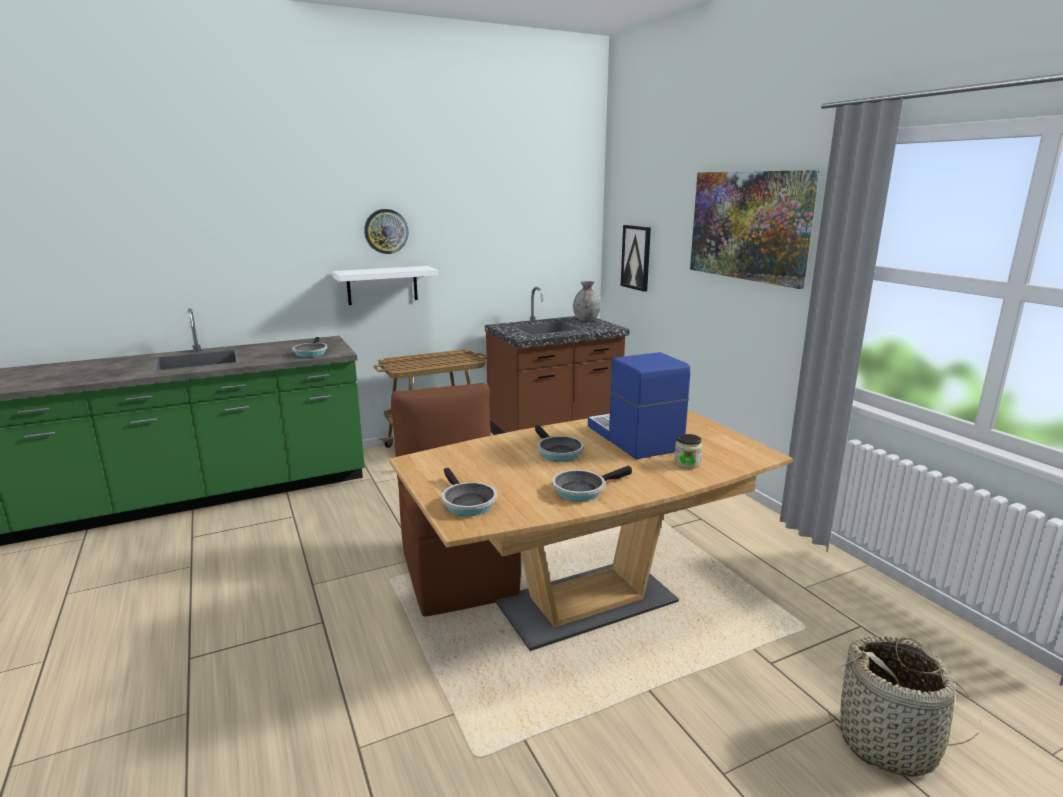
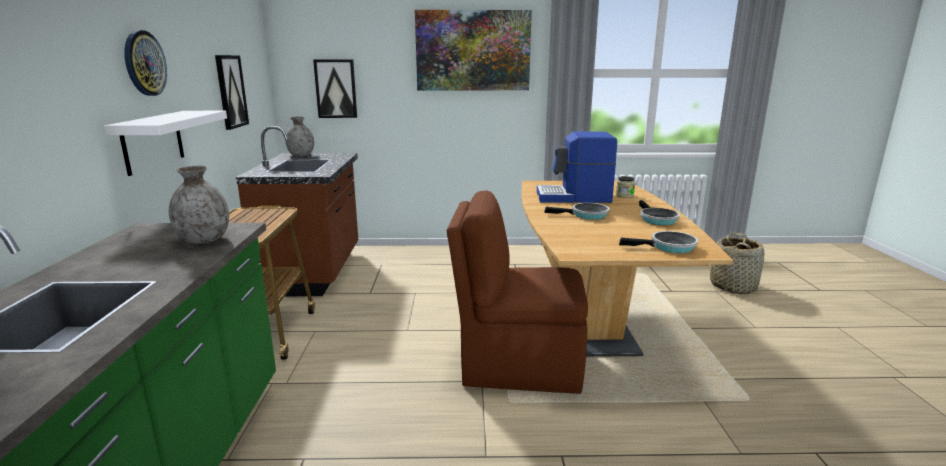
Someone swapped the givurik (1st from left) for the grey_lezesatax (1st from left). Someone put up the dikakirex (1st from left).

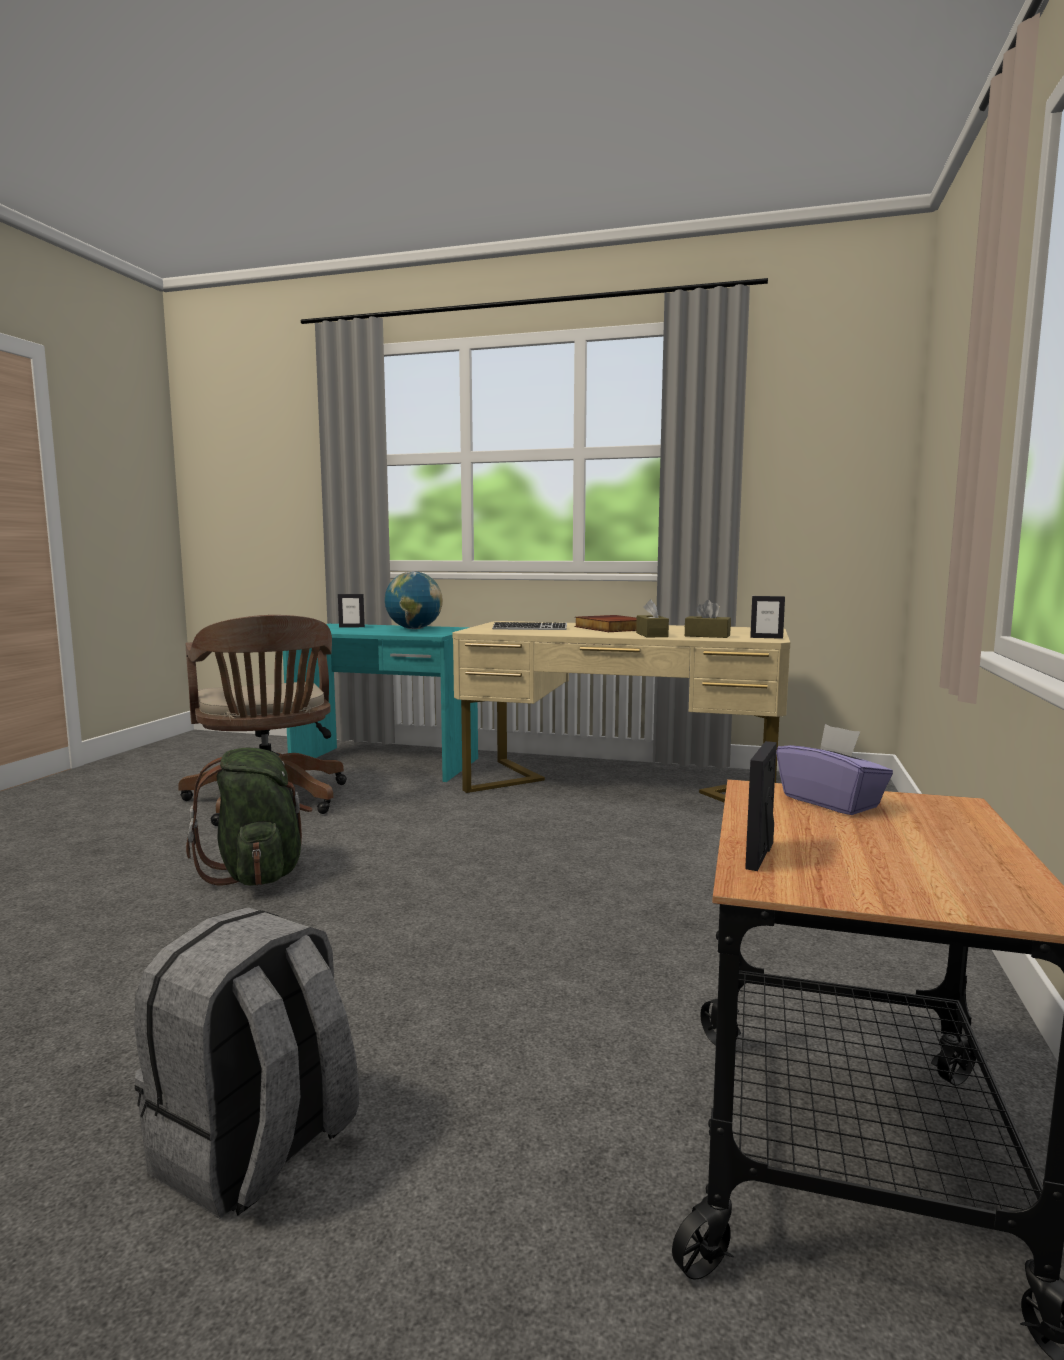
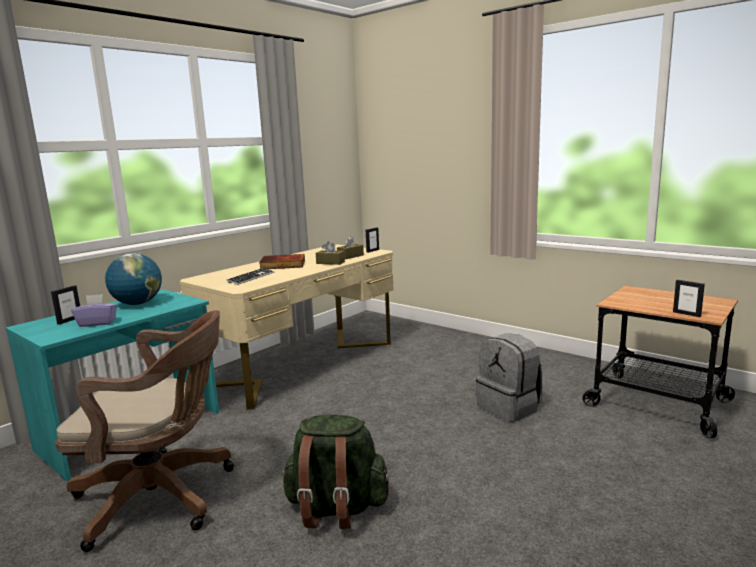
Someone carried the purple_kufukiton. Someone carried the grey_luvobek.

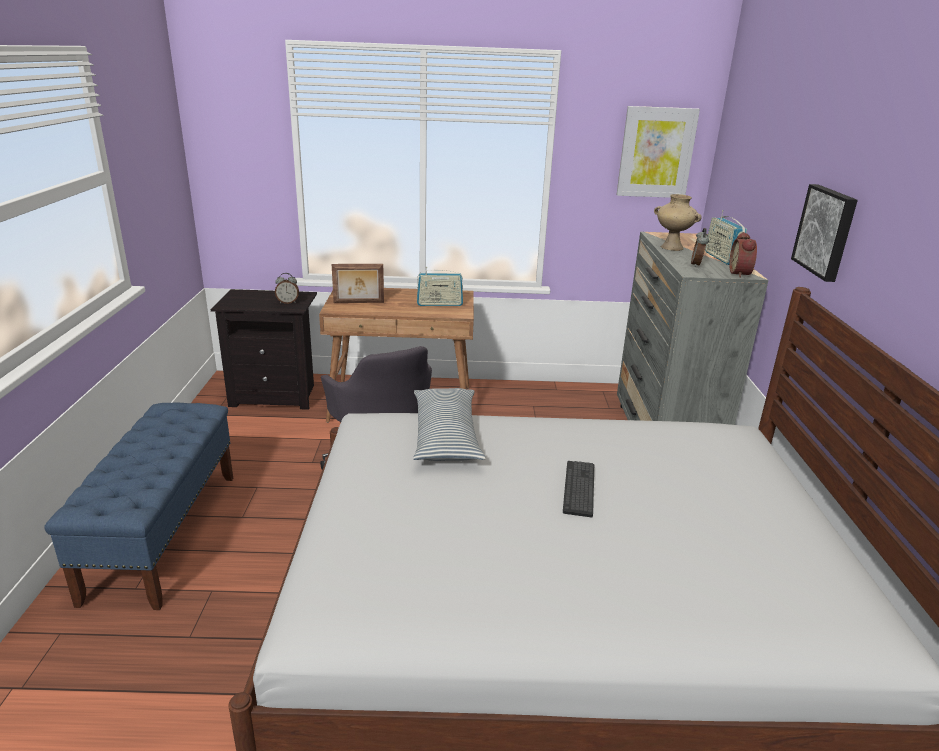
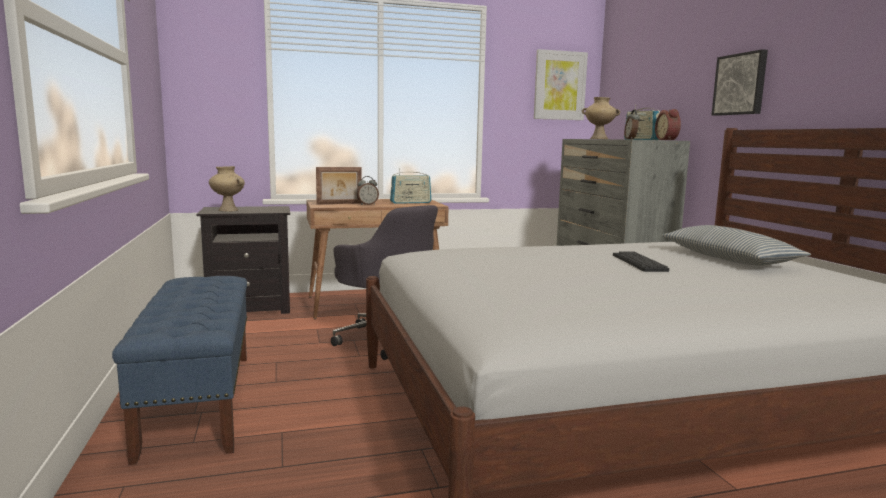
Someone put down the beige_lezesatax (1st from left). Someone carried the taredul (1st from left). Someone carried the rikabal.

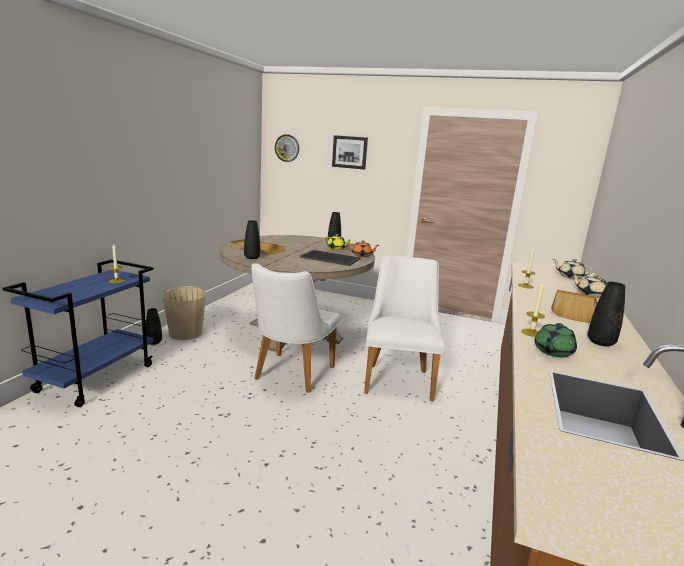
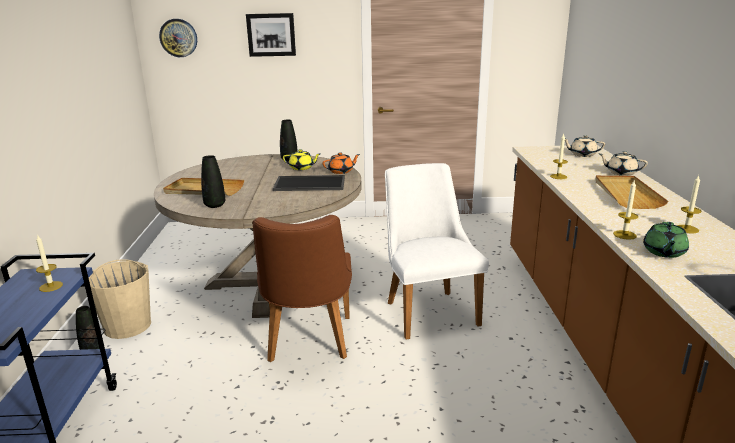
Someone repainted the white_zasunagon (1st from left), which became the brown_zasunagon. Someone swapped the black_lezesatax (4th from left) for the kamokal (4th from left).

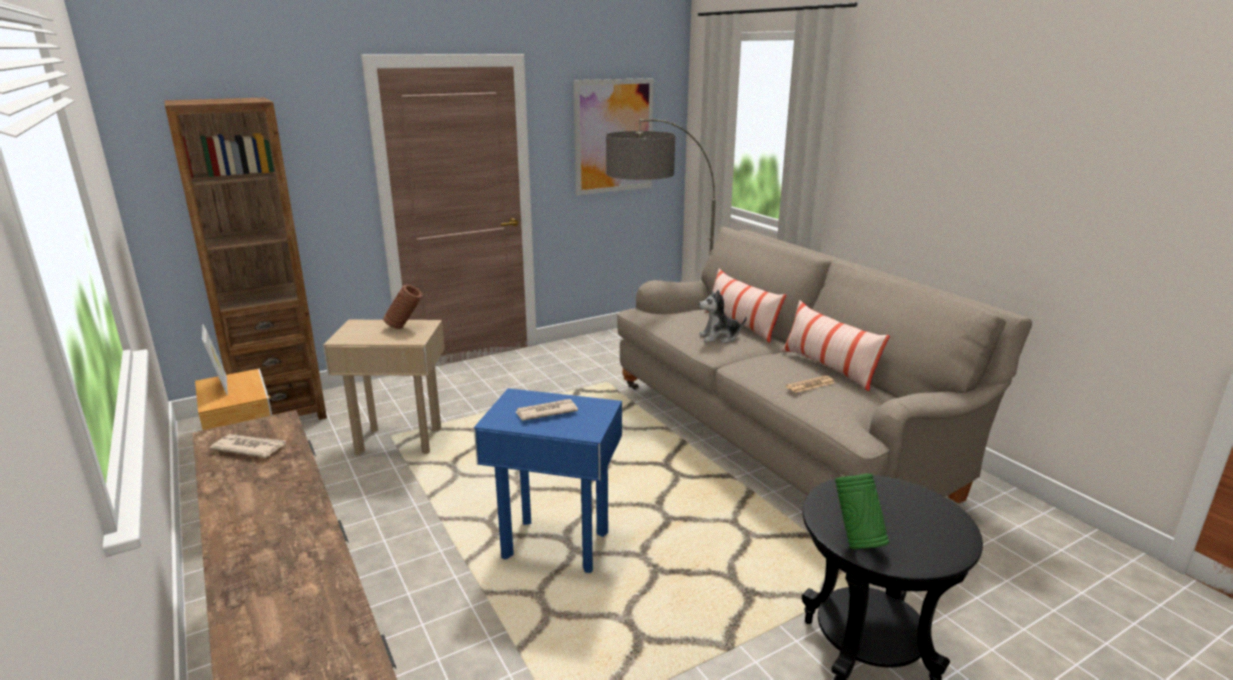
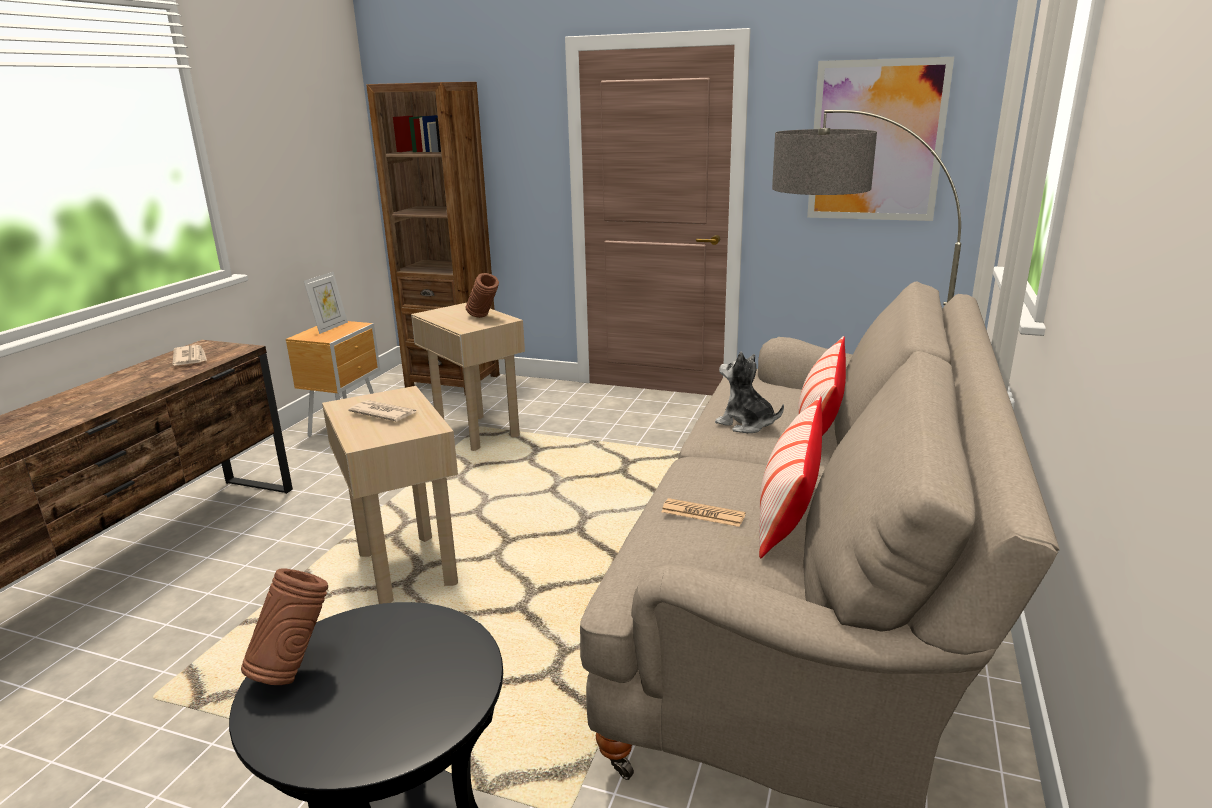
Someone repainted the green_lezesatax, which became the brown_lezesatax (1st from left). Someone repainted the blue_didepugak, which became the beige_didepugak (1st from left).

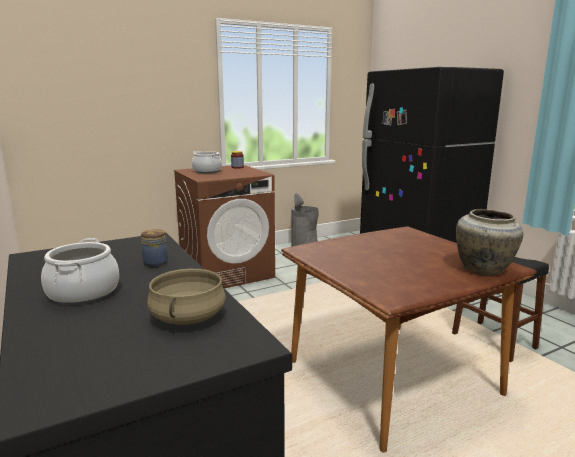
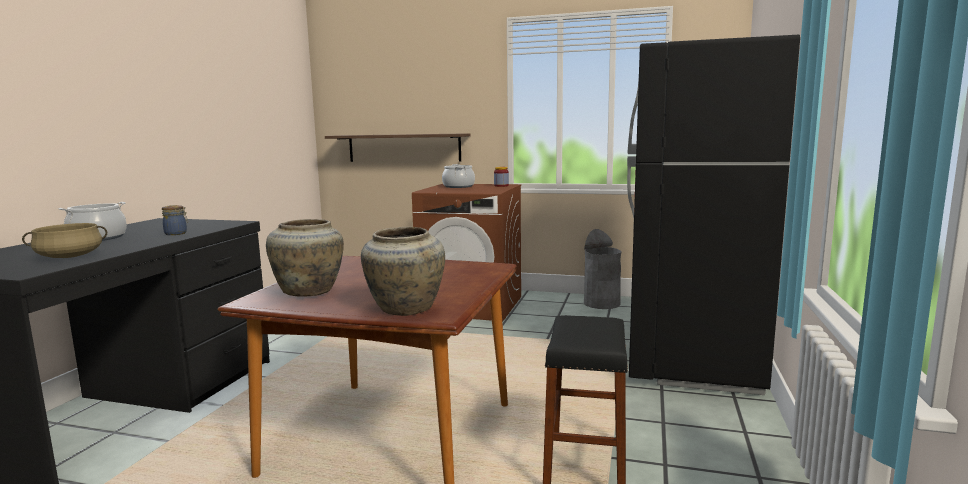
Someone put down the beige_lezesatax (1st from left). Someone put up the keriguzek.

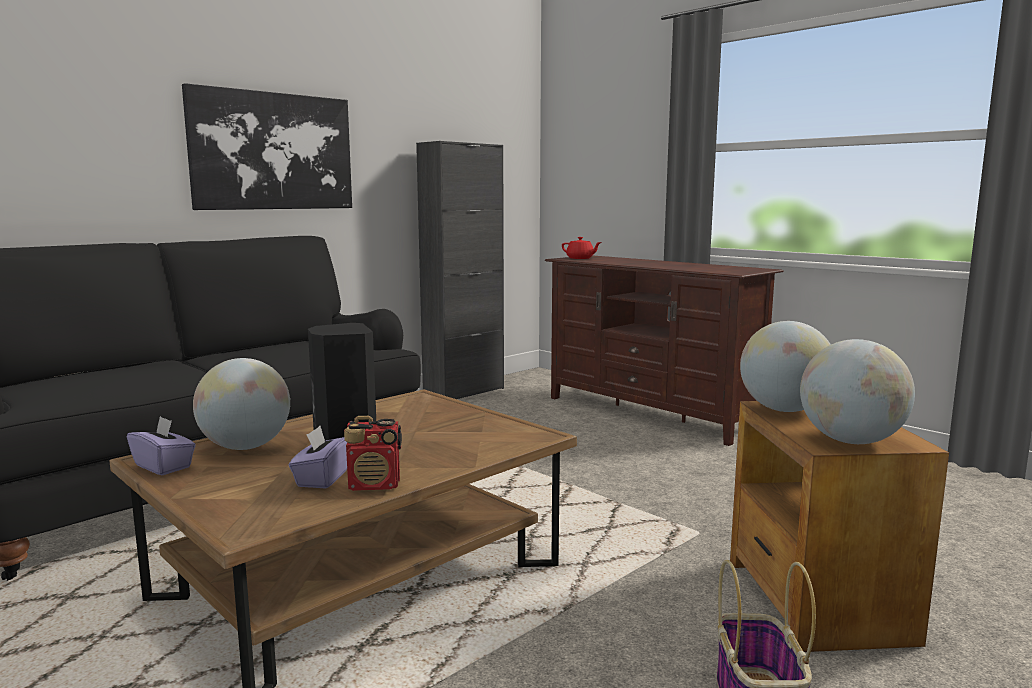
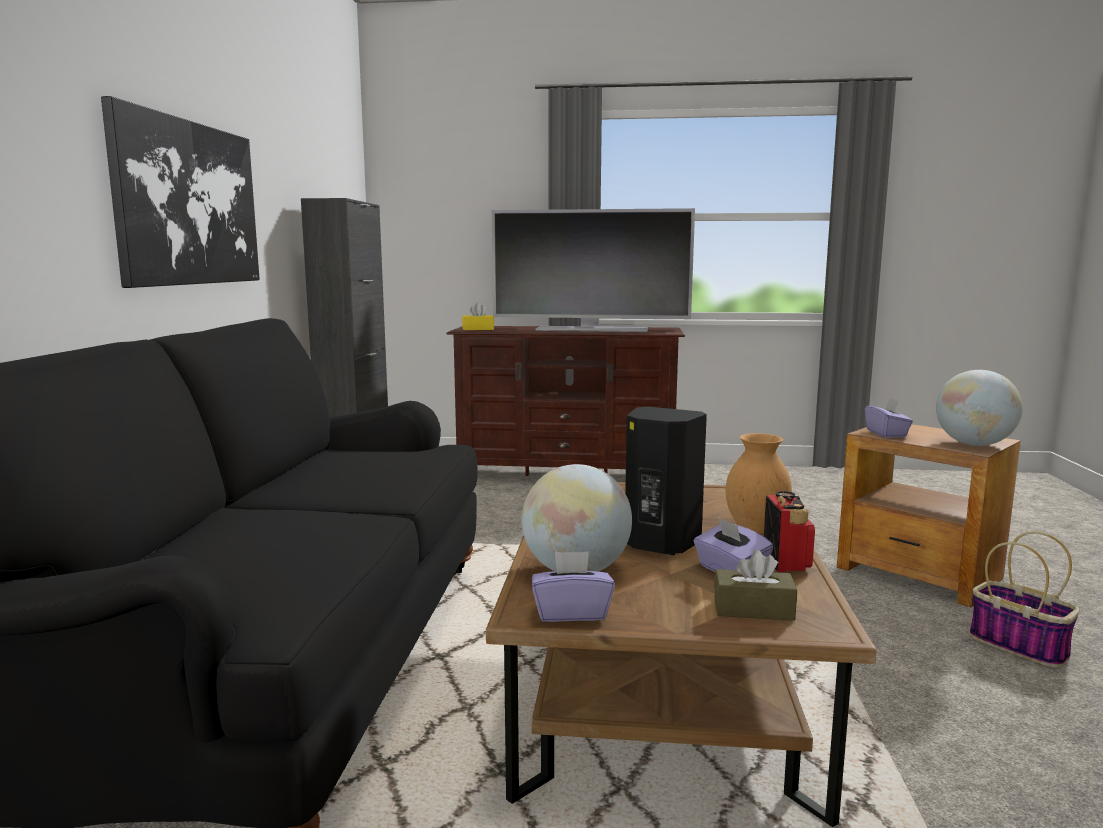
Someone swapped the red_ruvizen for the yellow_kufukiton. Someone put down the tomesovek. Someone put down the brown_kufukiton. Someone put down the brown_lezesatax. Someone rotated the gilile by 45 degrees counterclockwise. Someone swapped the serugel (2nd from left) for the purple_kufukiton (3rd from left).

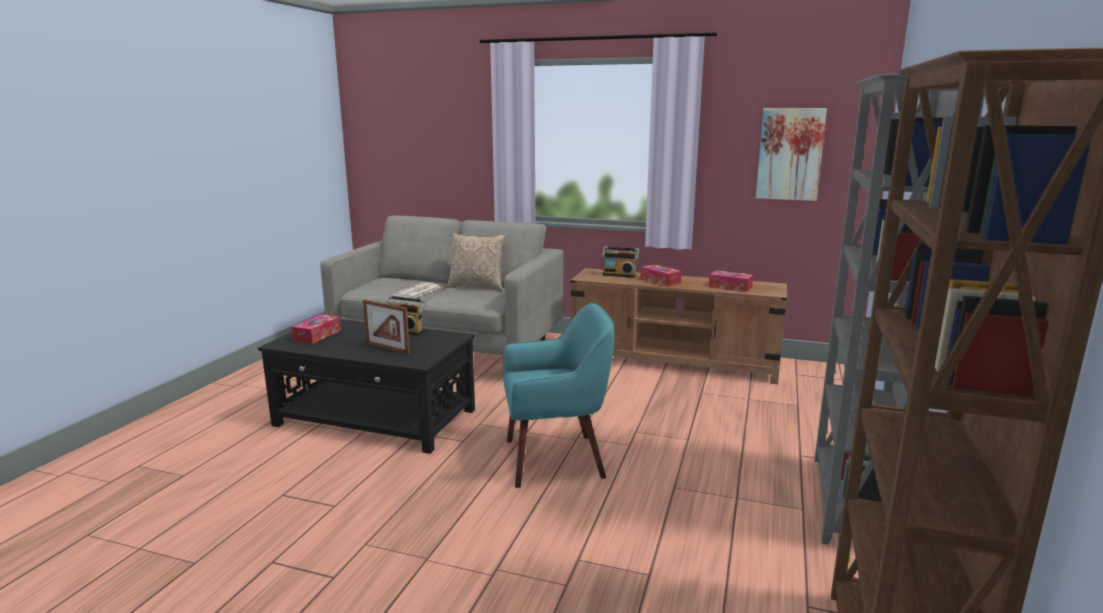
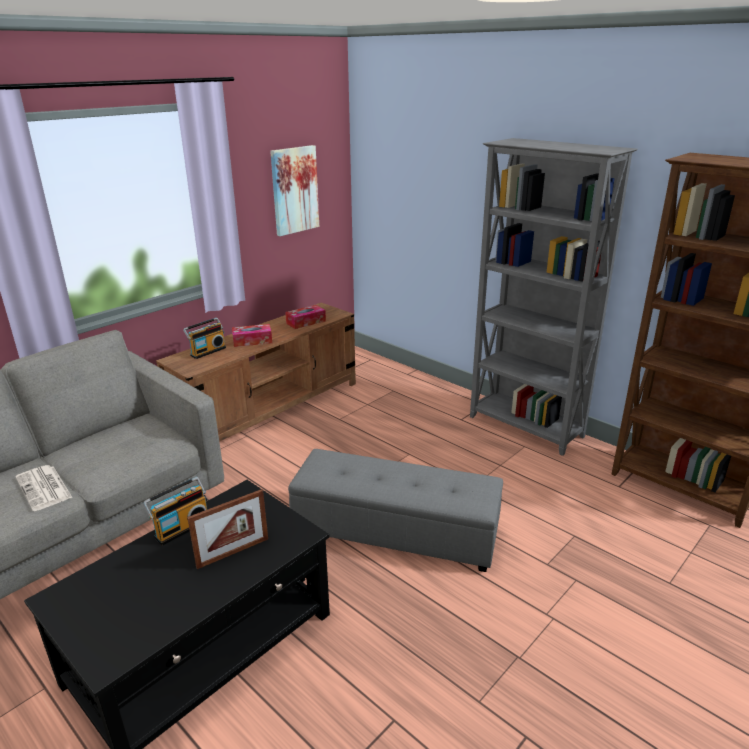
Someone swapped the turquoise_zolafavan for the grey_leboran. Someone took away the kufukiton (1st from left). Someone took away the rikabal.

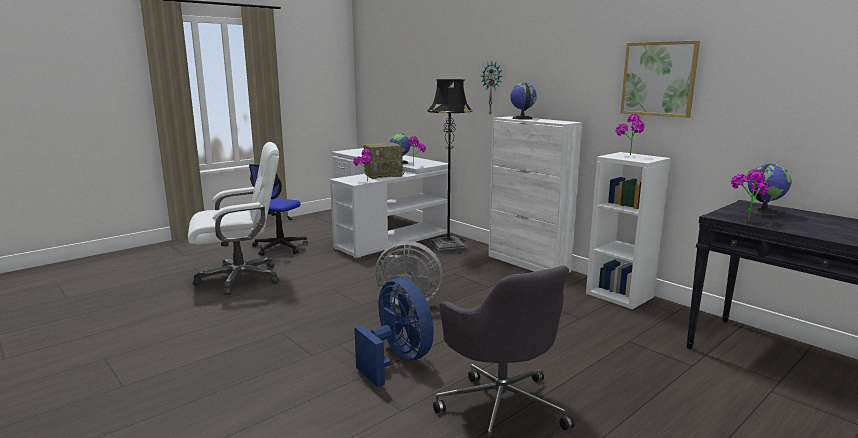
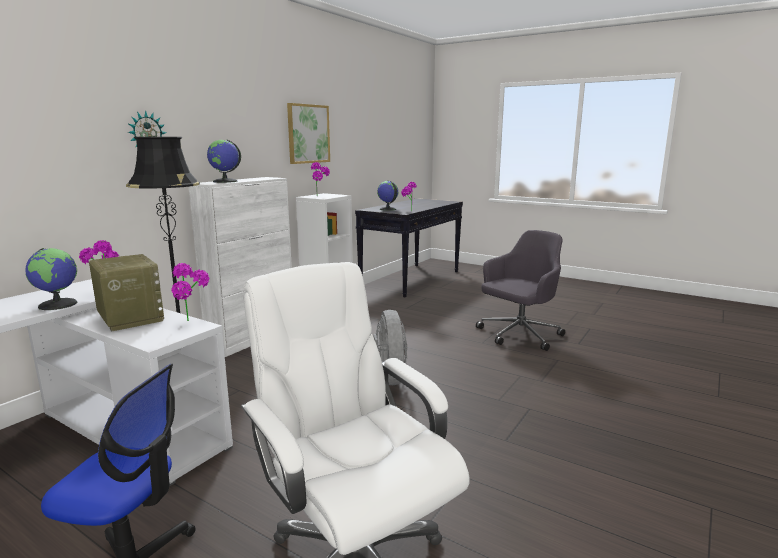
Someone took away the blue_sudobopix.

